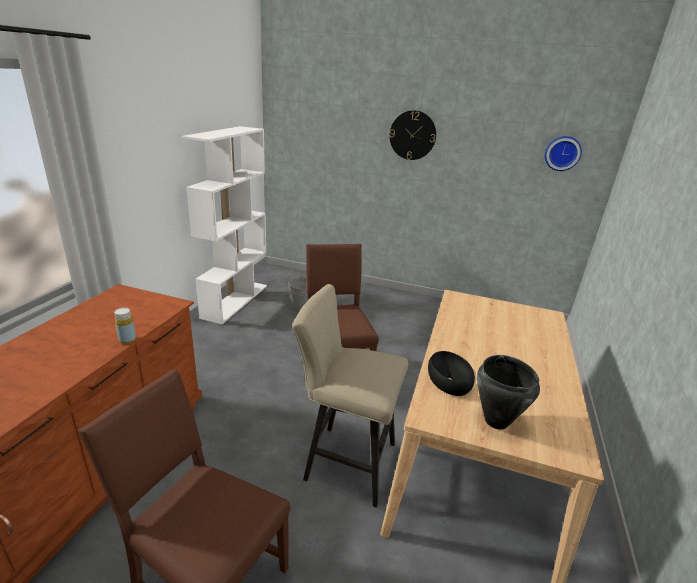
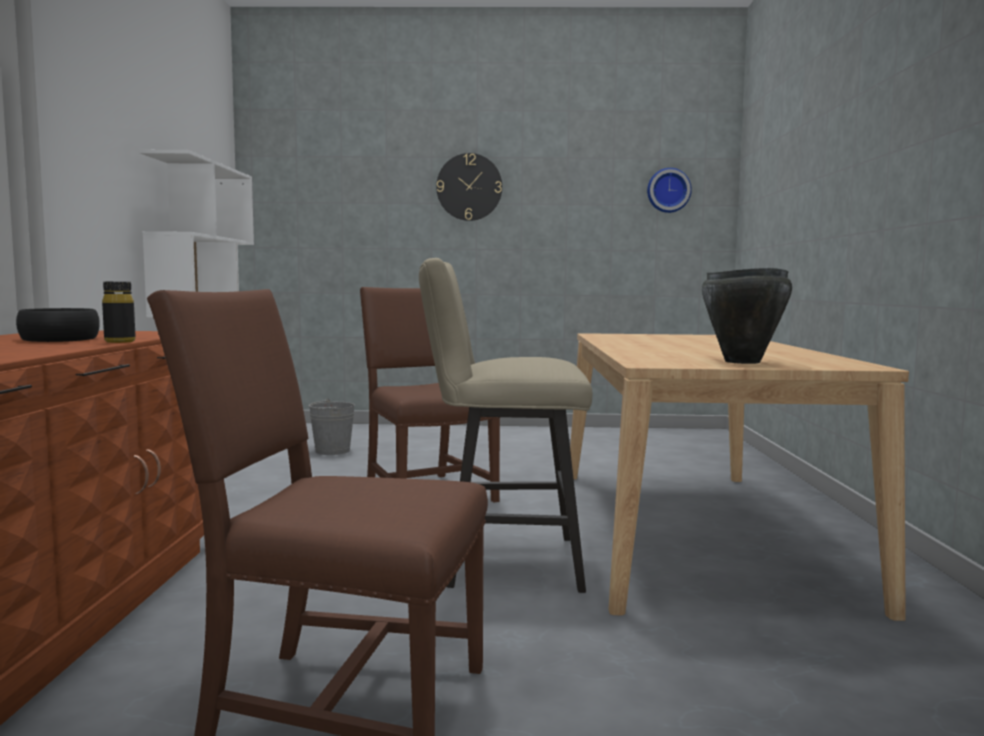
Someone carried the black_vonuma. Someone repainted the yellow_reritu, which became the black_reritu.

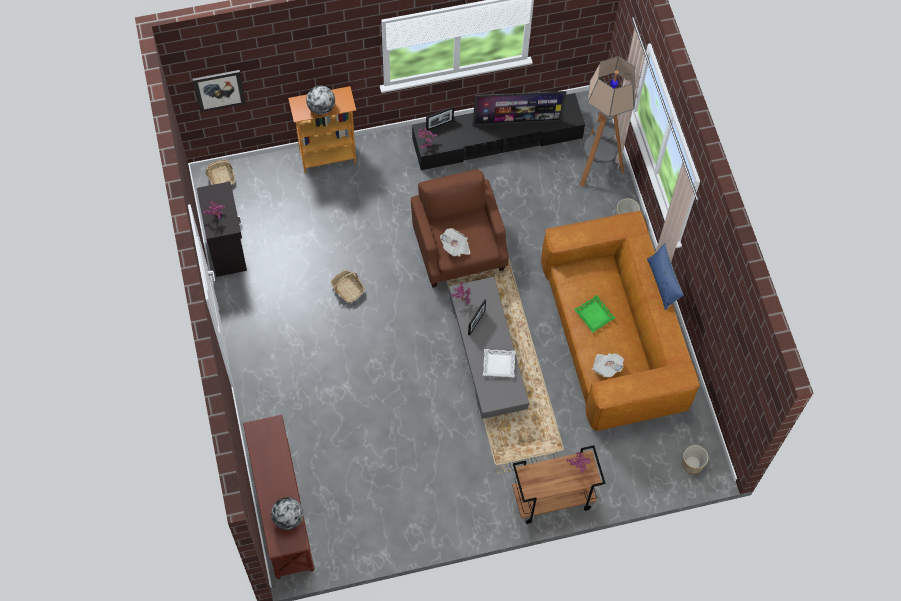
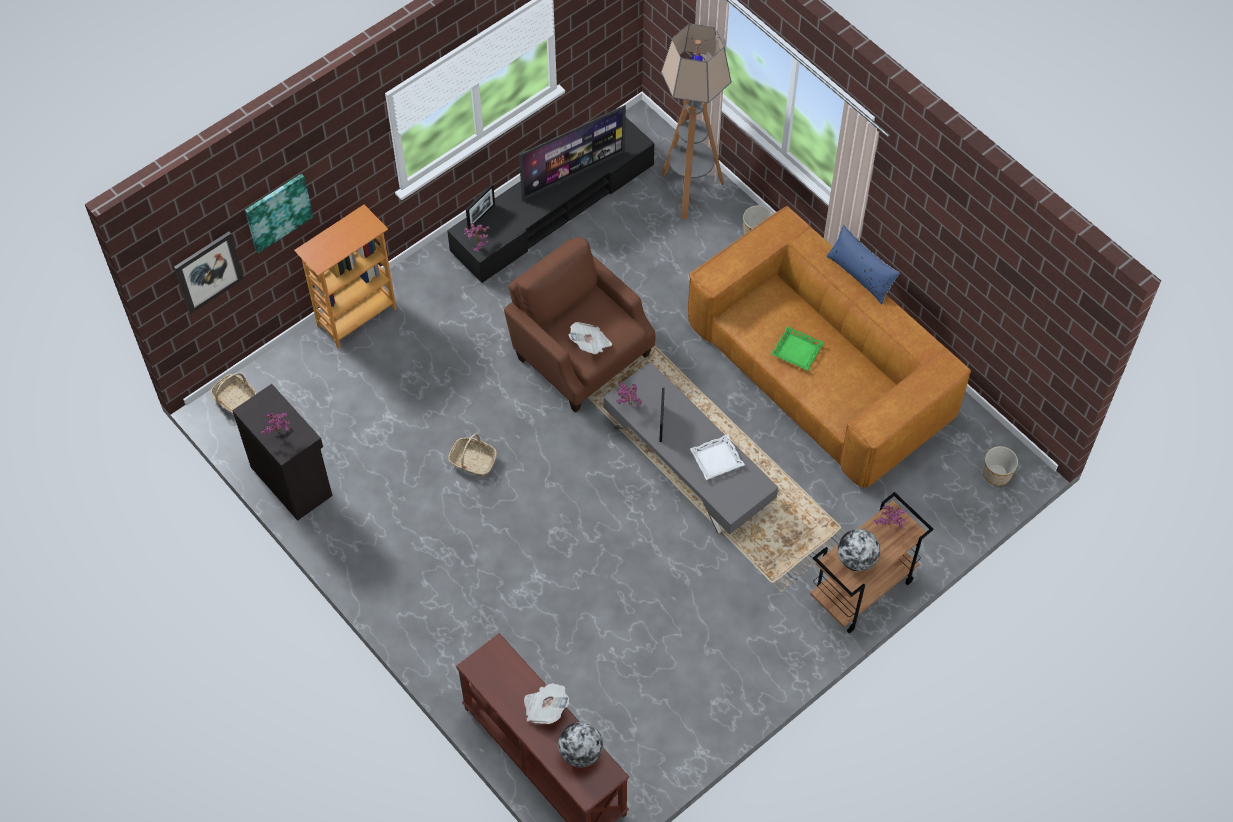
Someone put up the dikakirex (2nd from left). Someone carried the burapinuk (2nd from left in the first image). Someone carried the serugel (2nd from left).

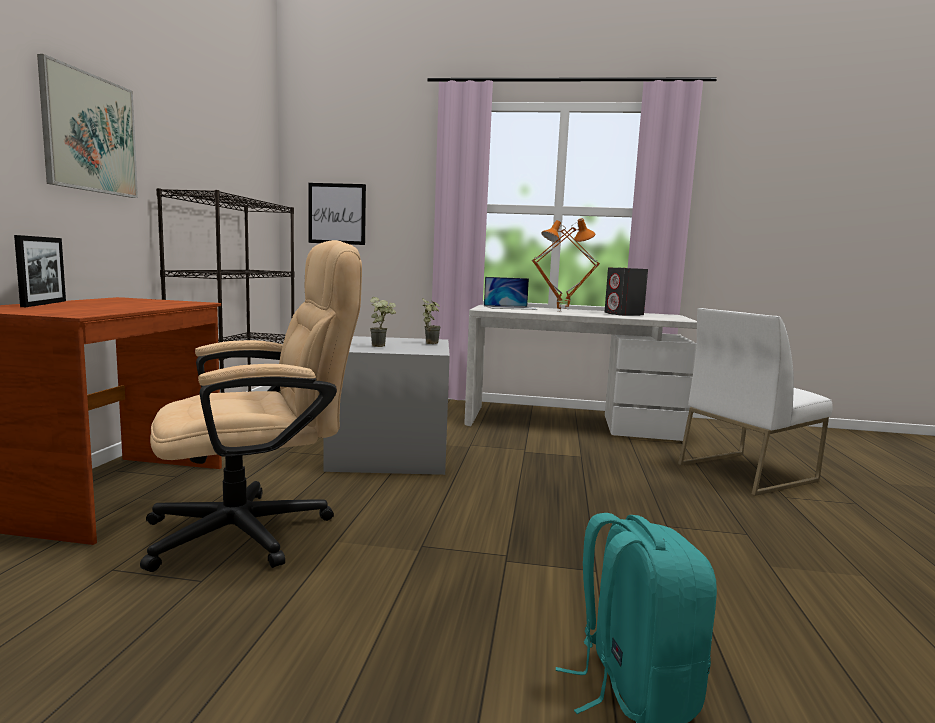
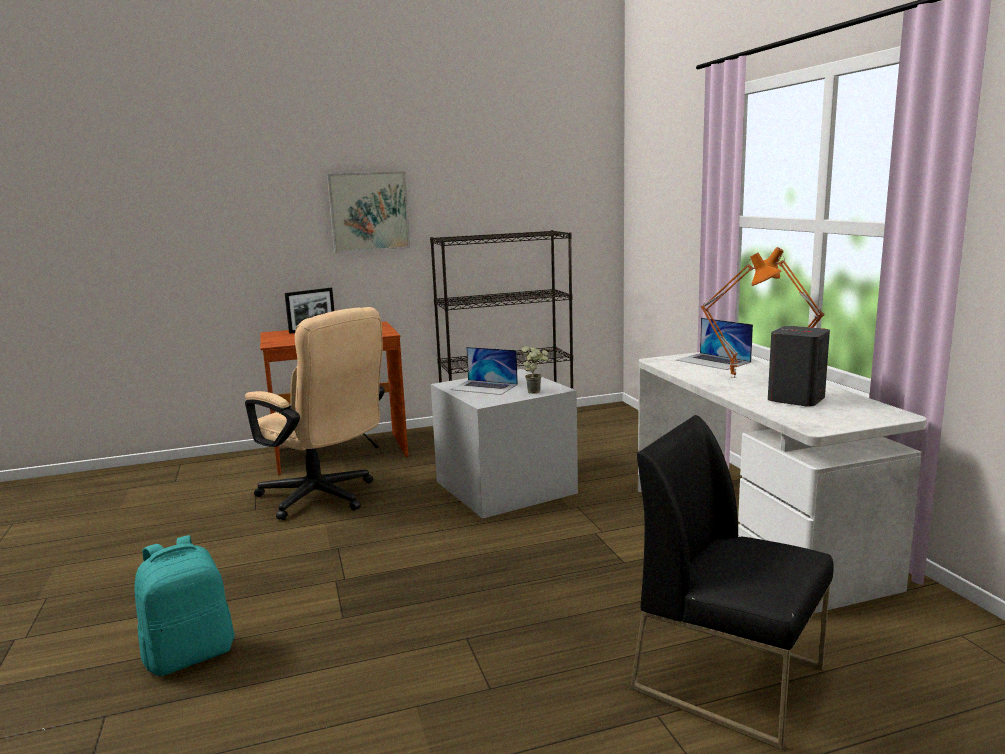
Someone swapped the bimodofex (1st from left) for the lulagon (1st from left). Someone repainted the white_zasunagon, which became the black_zasunagon. Someone took away the dikakirex (2nd from left).

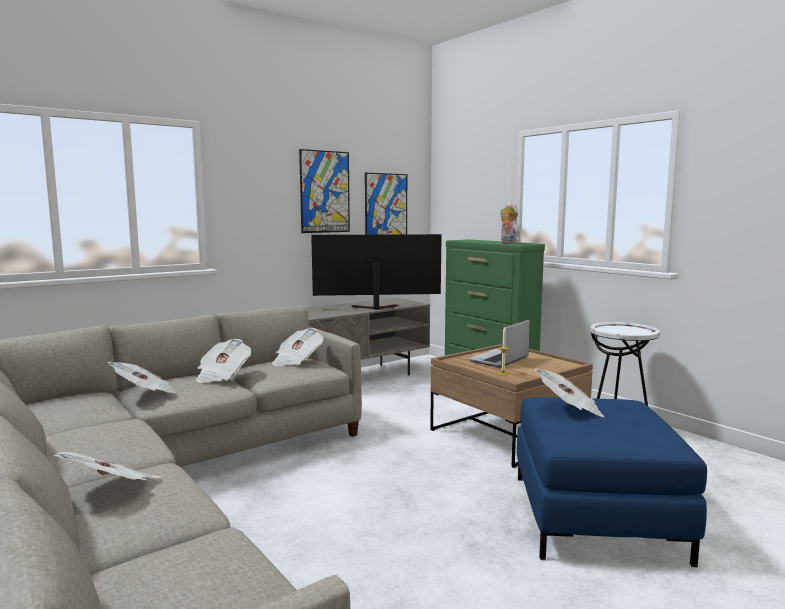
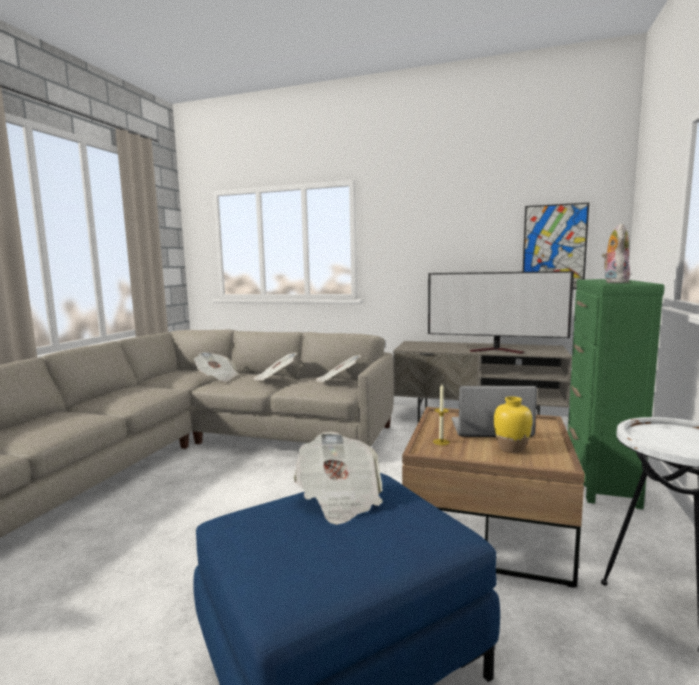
Someone rotated the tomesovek by 150 degrees clockwise. Someone put down the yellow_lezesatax. Someone took away the burapinuk (1st from left). Someone took away the dikakirex (1st from left).

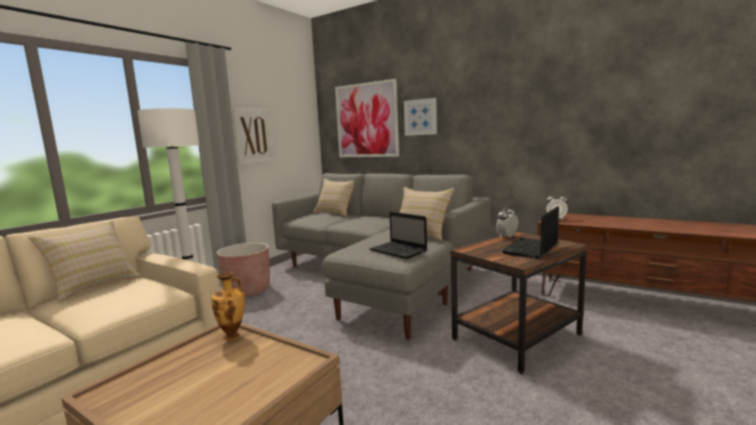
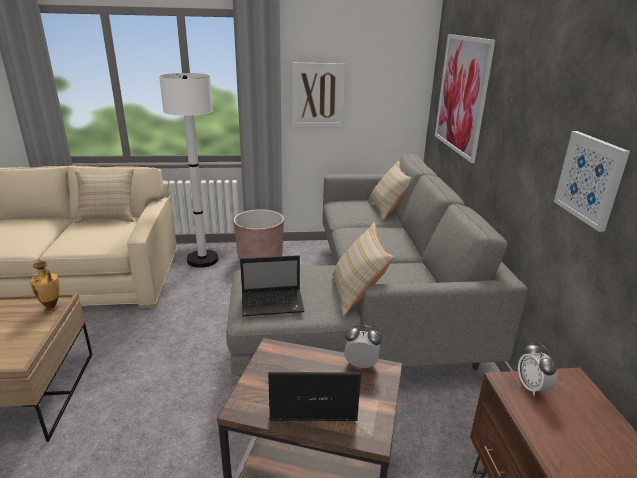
Someone rotated the lulagon (1st from left) by 105 degrees counterclockwise. Someone carried the dikakirex (3rd from left).

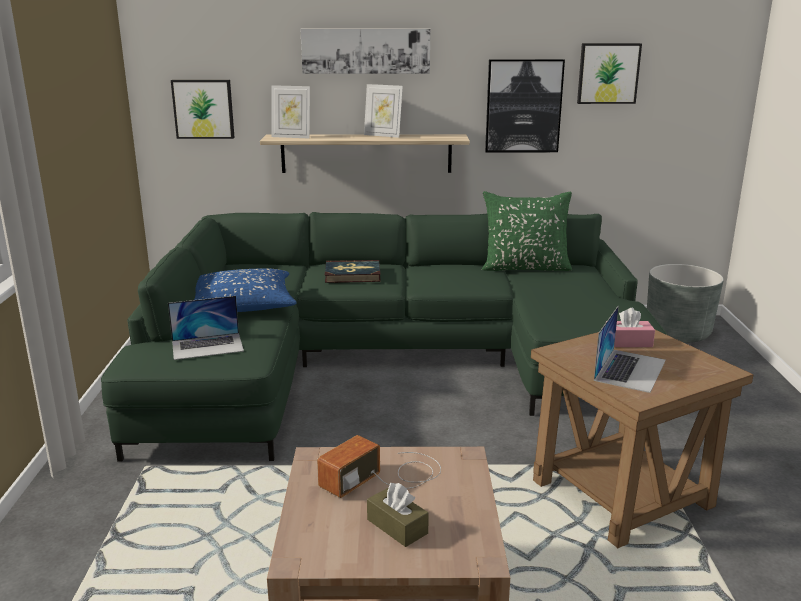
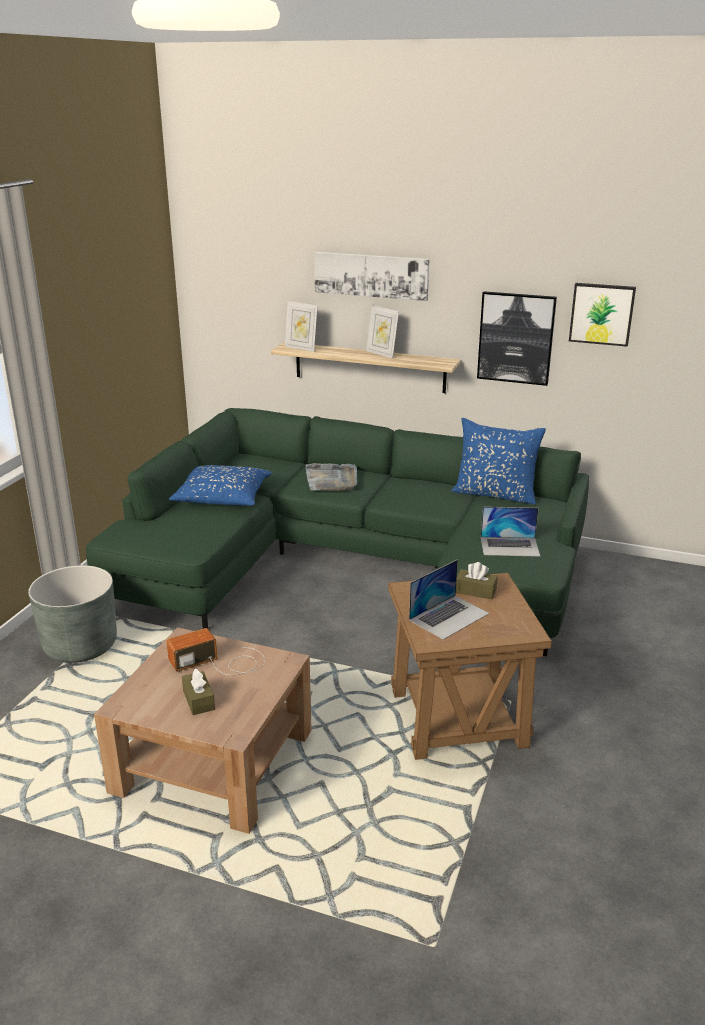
Someone carried the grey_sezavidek. Someone swapped the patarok for the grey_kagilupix. Someone repainted the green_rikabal, which became the blue_rikabal (2nd from left). Someone repainted the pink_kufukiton, which became the brown_kufukiton (2nd from left). Someone carried the lulagon (1st from left in the first image). Someone took away the dikakirex (1st from left).

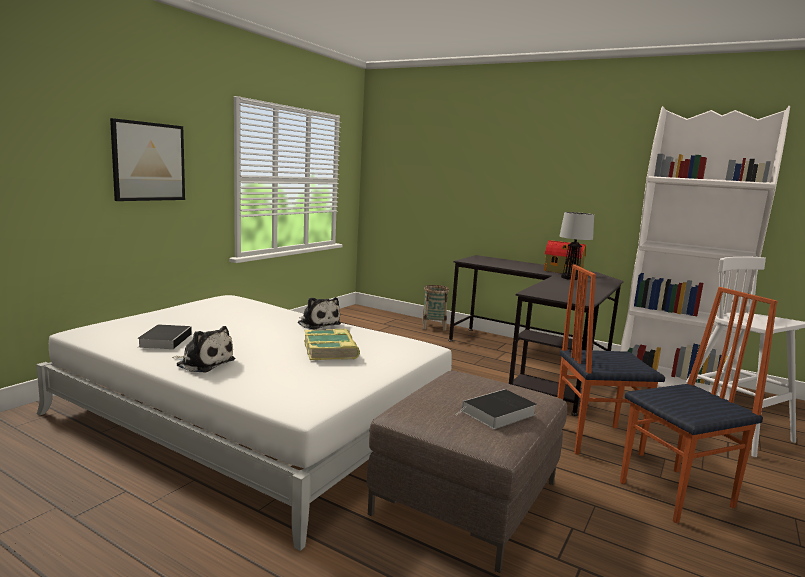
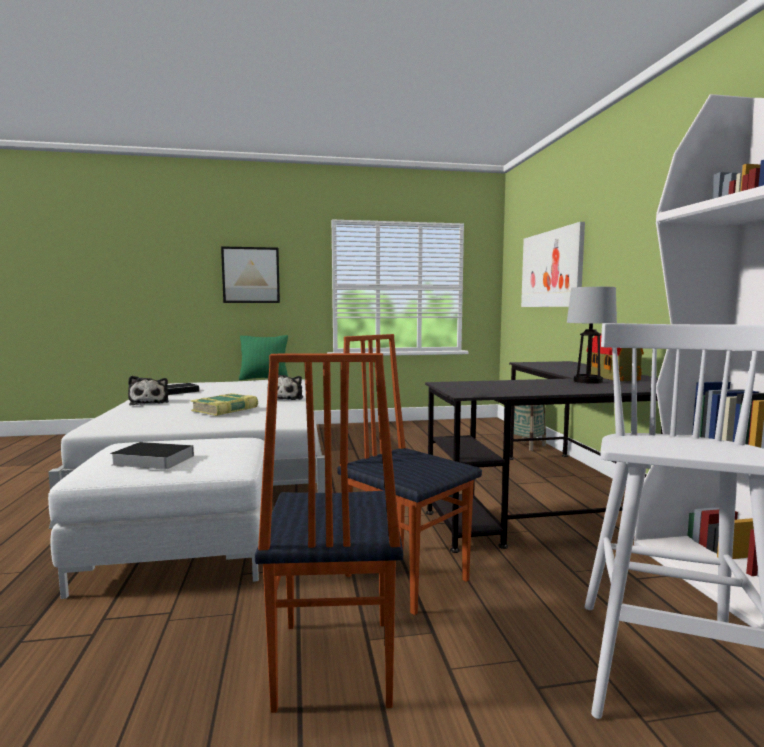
Someone repainted the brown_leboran, which became the white_leboran. Someone put down the green_rikabal. Someone rotated the zasunagon (2nd from left in the first image) by 60 degrees clockwise. Someone put up the dikakirex (2nd from left).

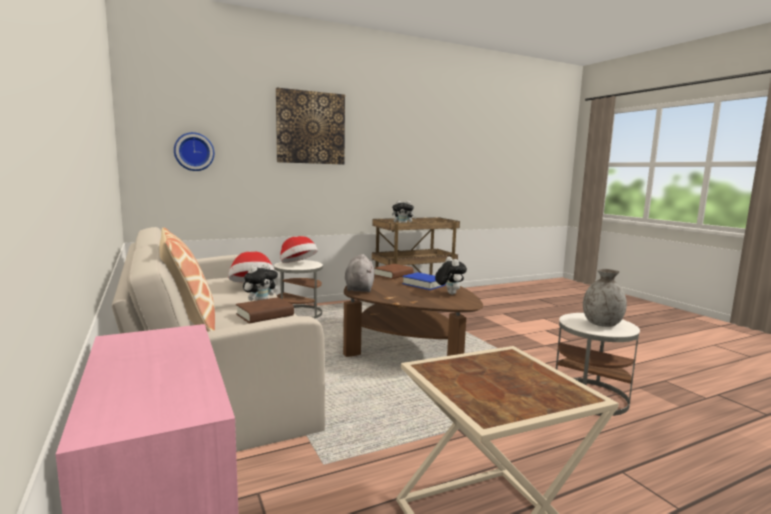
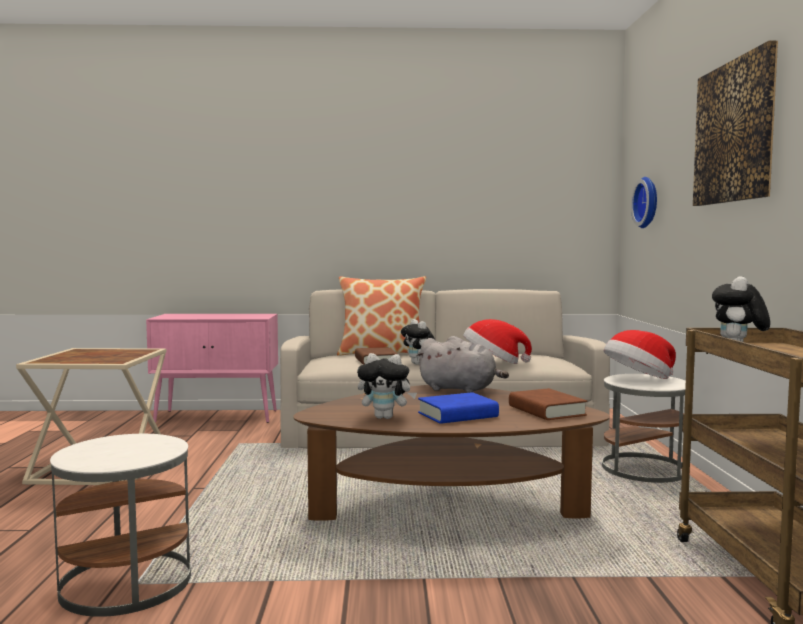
Someone took away the grey_lezesatax.

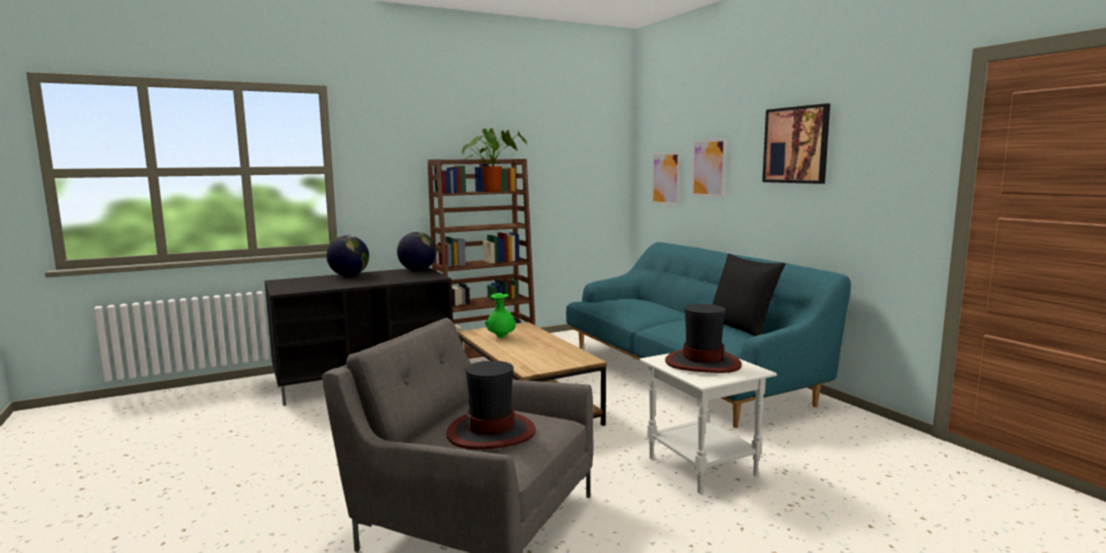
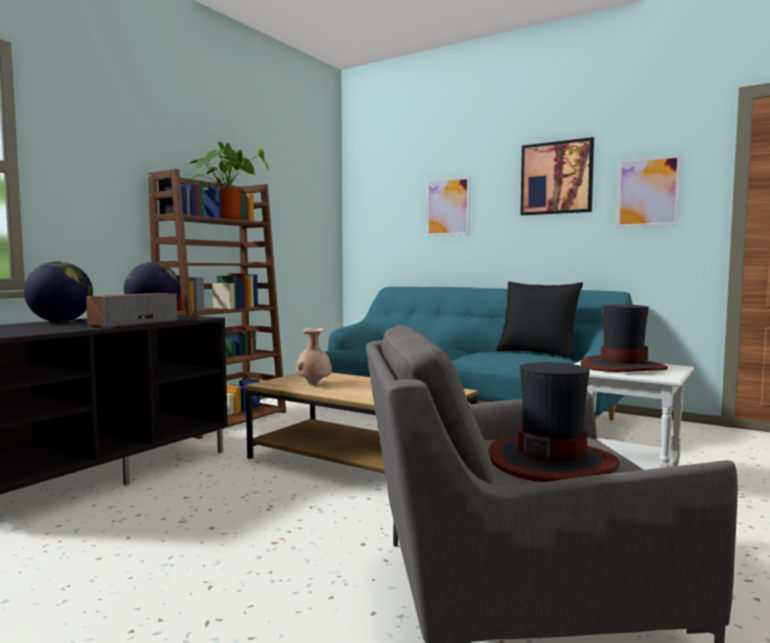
Someone put down the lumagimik. Someone repainted the green_lezesatax, which became the beige_lezesatax. Someone carried the dikakirex (1st from left in the first image).

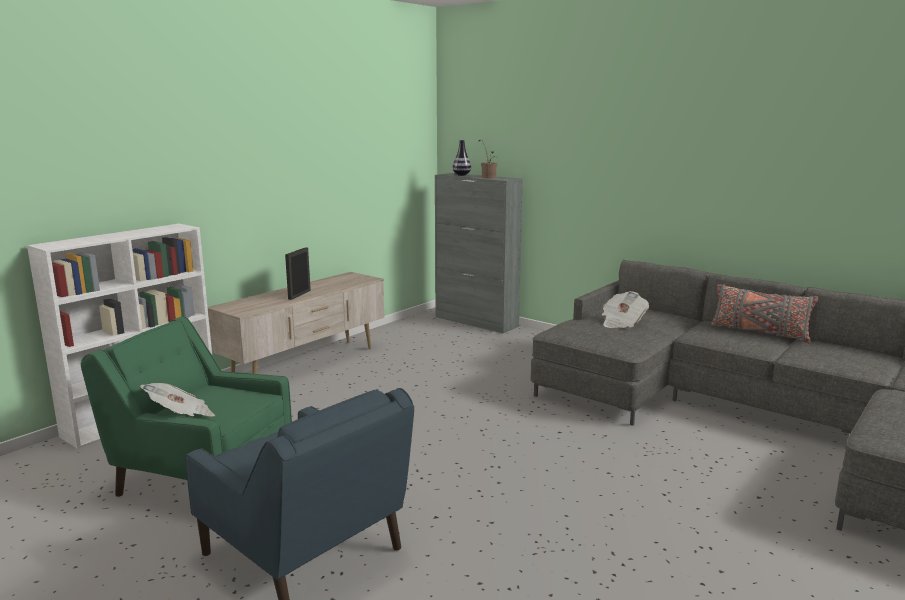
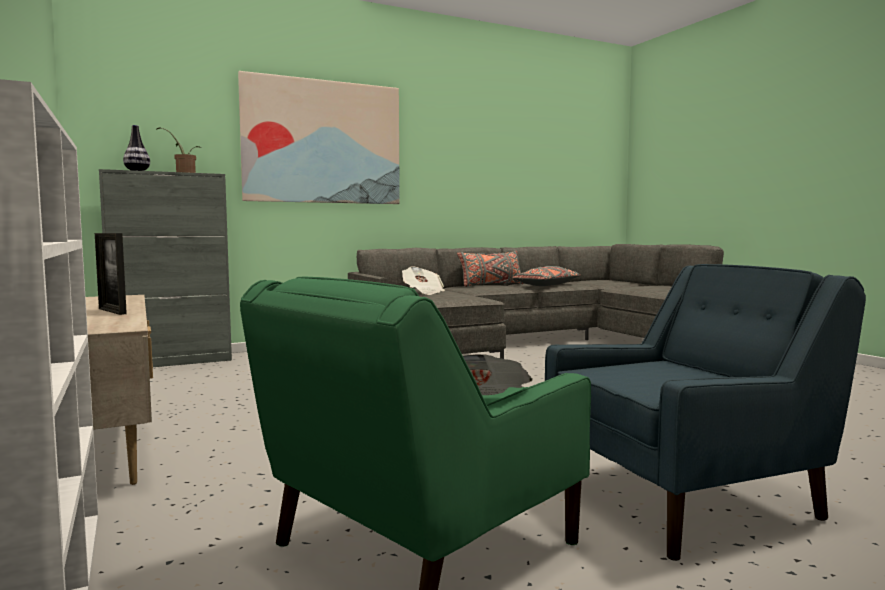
Someone put up the dikakirex. Someone put down the grey_rikabal (2nd from left).

